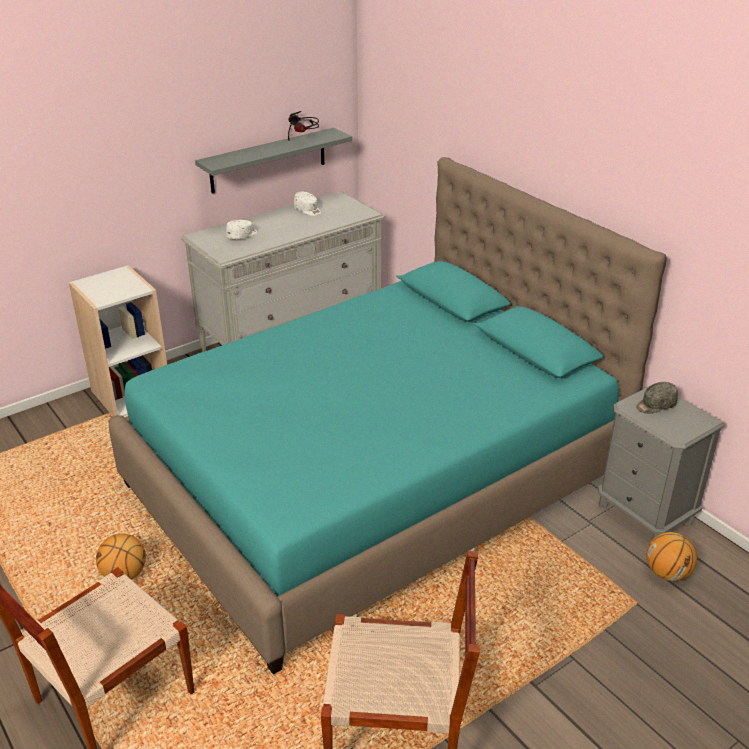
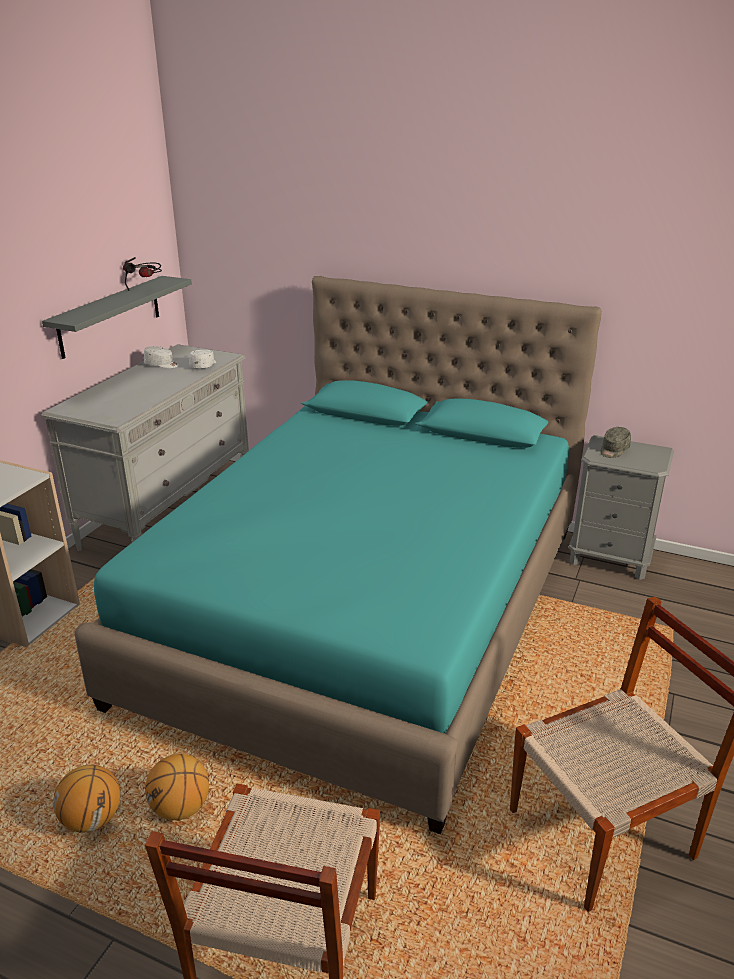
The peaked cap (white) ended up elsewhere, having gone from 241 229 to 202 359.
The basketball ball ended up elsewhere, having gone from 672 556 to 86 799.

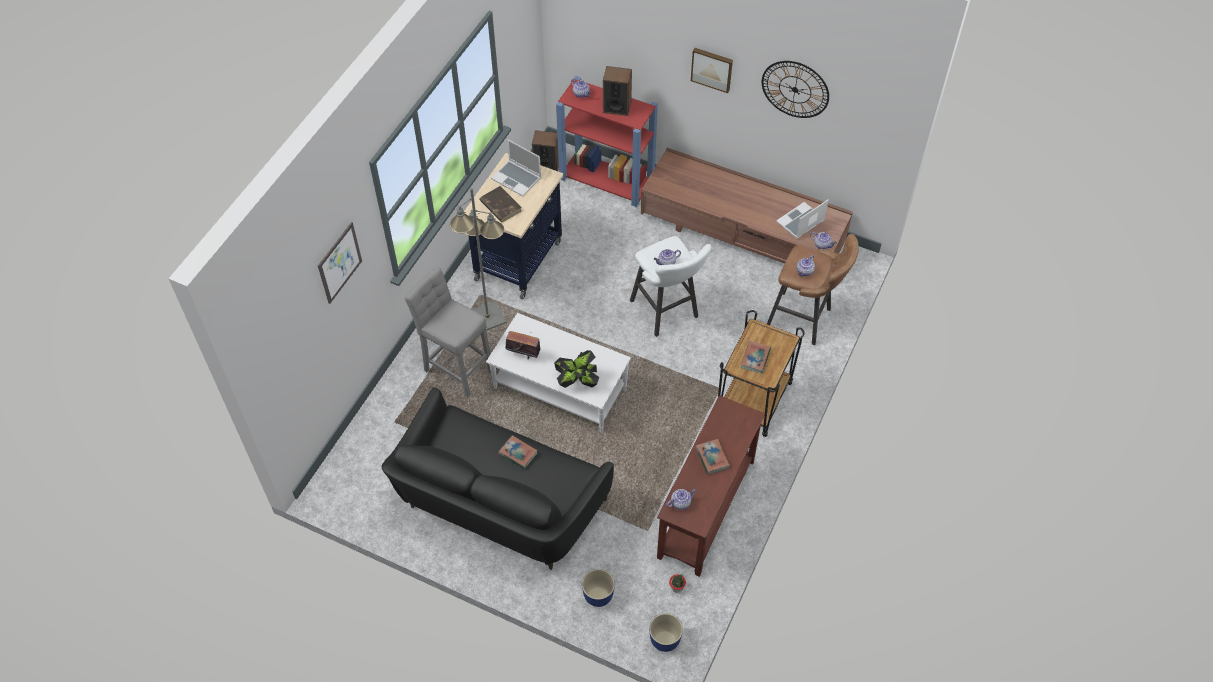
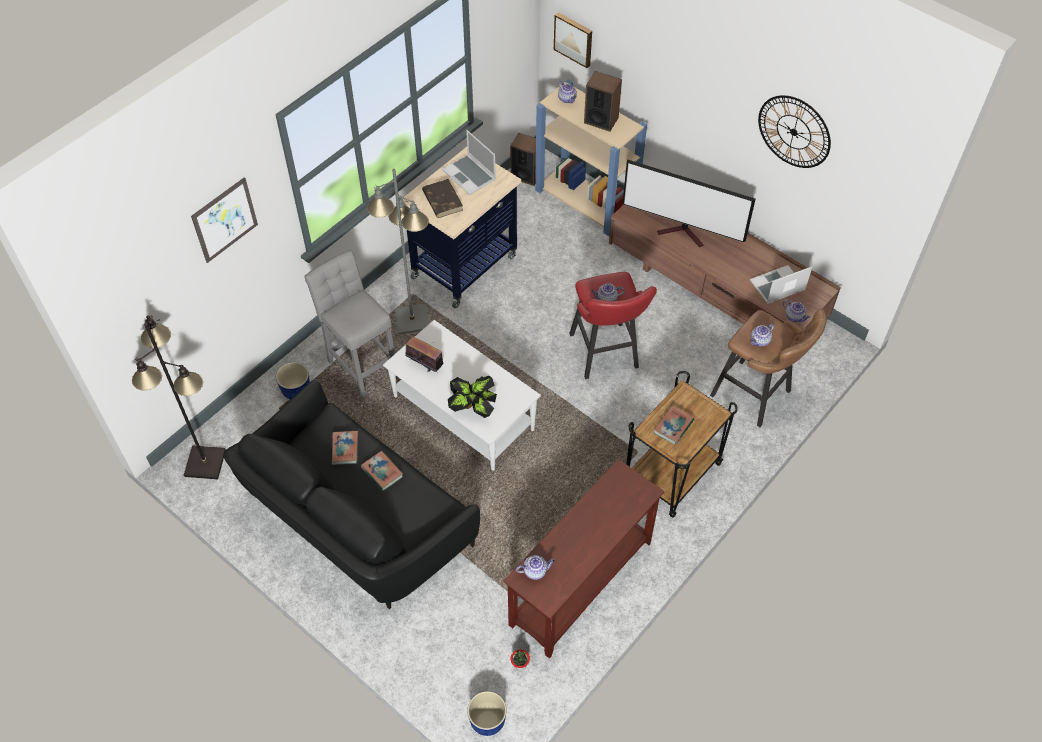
The wall art ended up elsewhere, having gone from 712 70 to 573 40.
What was the bookcase (red-coloured) at 607 141 turned into the bookcase (beige-coloured) at 591 157.
What was the sitting stool (white) at 671 286 turned into the sitting stool (red-coloured) at 613 325.
The bound book ended up elsewhere, having gone from 713 456 to 344 448.
The plant pot ended up elsewhere, having gone from 598 588 to 293 381.
The second view gained the television at 689 203.
The second view gained the floor lamp (black-coloured) at 179 397.

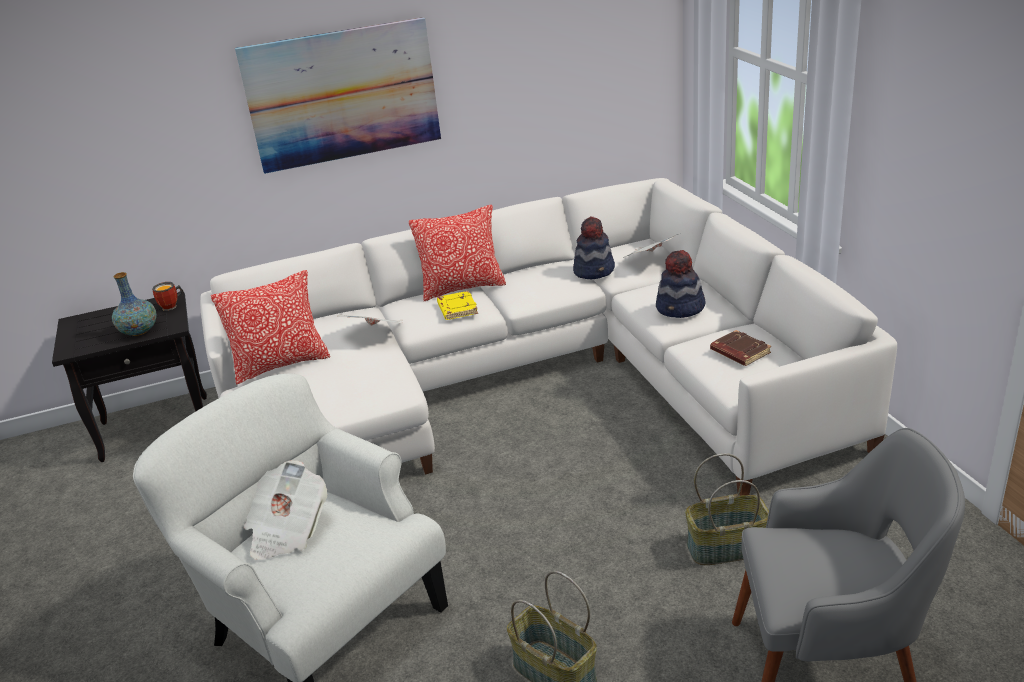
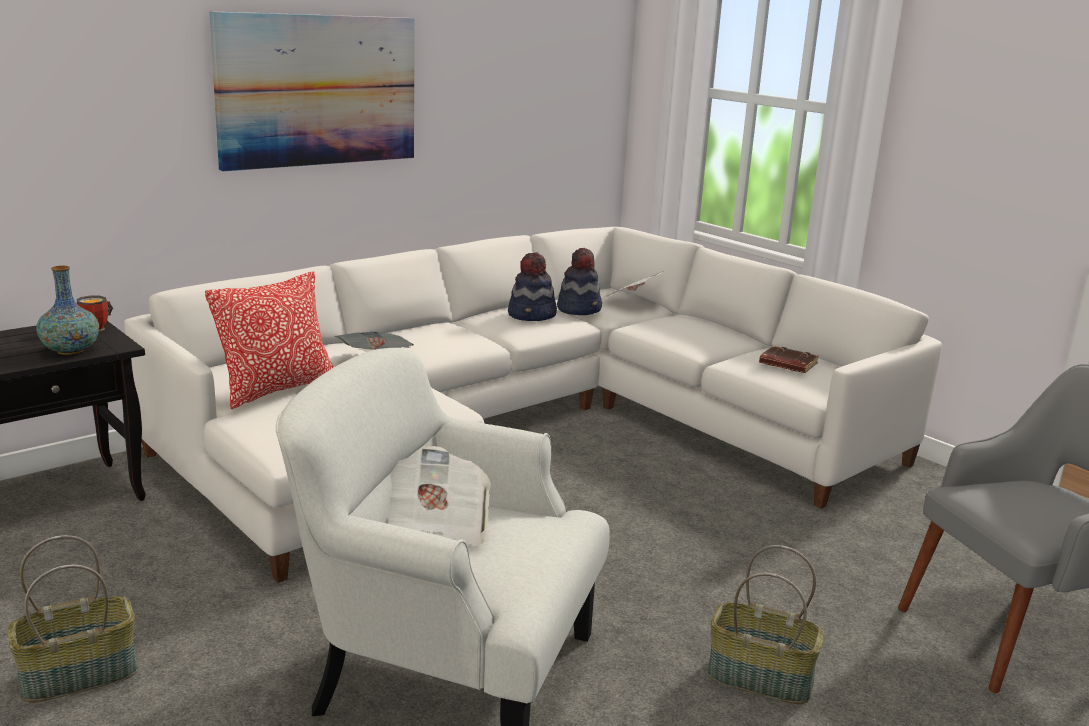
The second view lost the throw pillow at 457 253.
The clothing hat ended up elsewhere, having gone from 681 284 to 532 286.
The second view lost the bound book (yellow) at 457 305.
The household basket ended up elsewhere, having gone from 727 509 to 72 619.

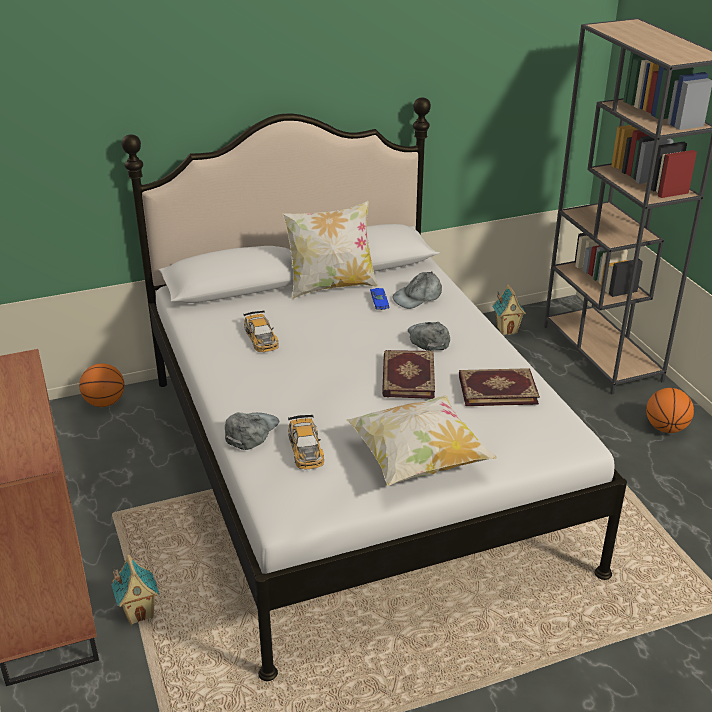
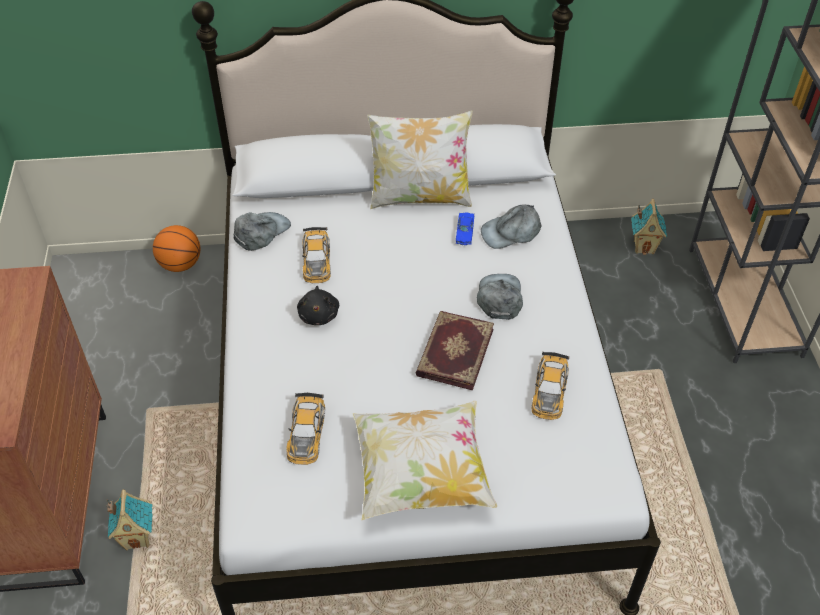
Where the bound book stood at 499 387, the model car came to stand at 550 386.
The second view lost the basketball ball at 670 410.
The peaked cap (greyish) ended up elsewhere, having gone from 252 431 to 262 231.
The second view gained the plush toy (black-coloured) at 318 305.

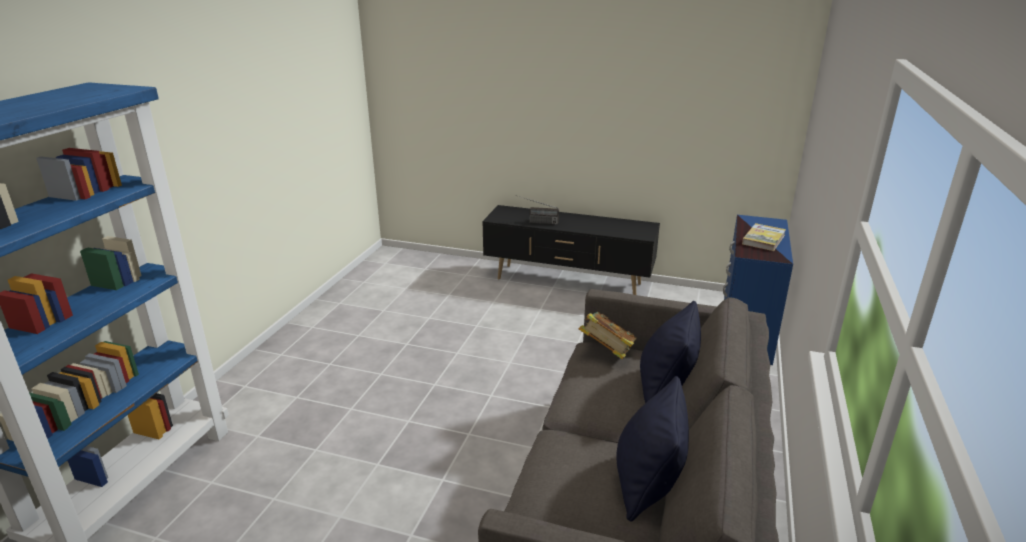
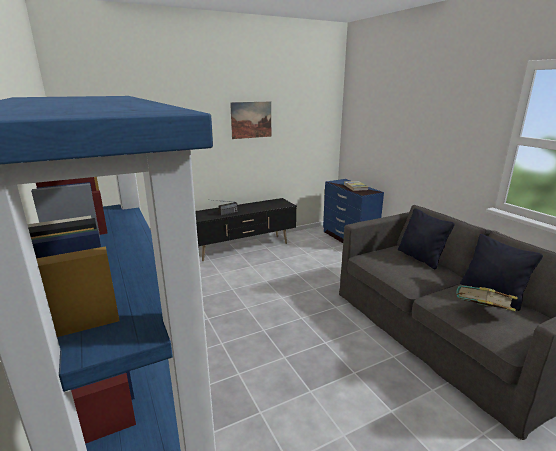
The bound book ended up elsewhere, having gone from 608 336 to 487 298.
The second view gained the wall art at 250 120.

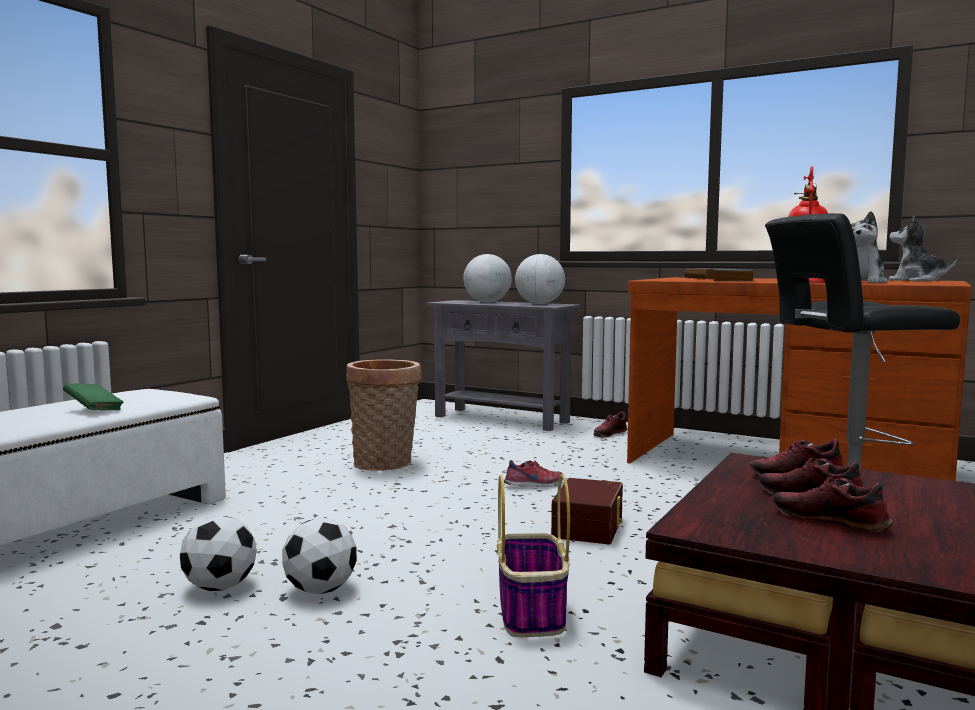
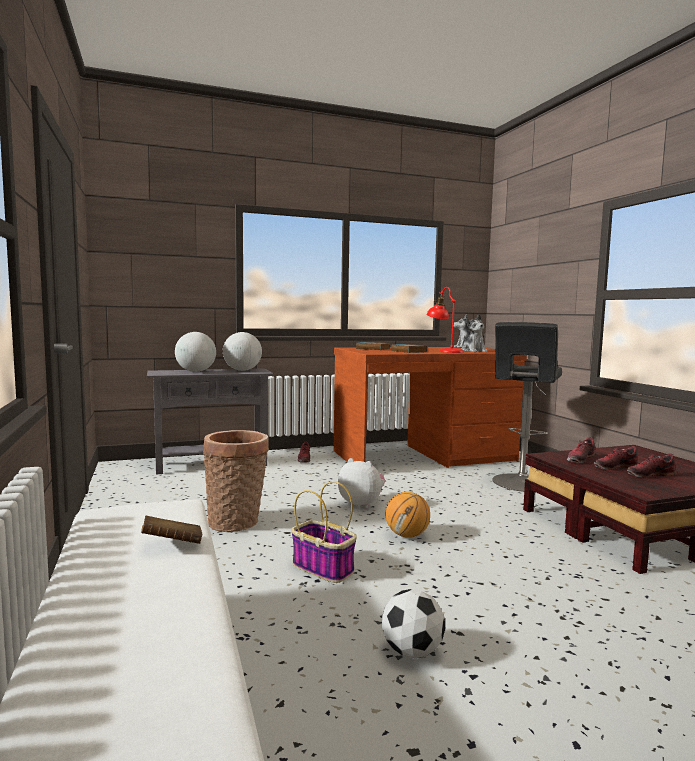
What was the bound book (greenish) at 93 396 turned into the bound book (brownish) at 172 530.
Where the item of footwear stood at 533 473, the plush toy came to stand at 361 483.
The household basket ended up elsewhere, having gone from 533 555 to 324 532.
The second view lost the storage box (brownish) at 587 511.
The second view lost the ball for football at 319 556.
The second view gained the basketball ball at 407 515.

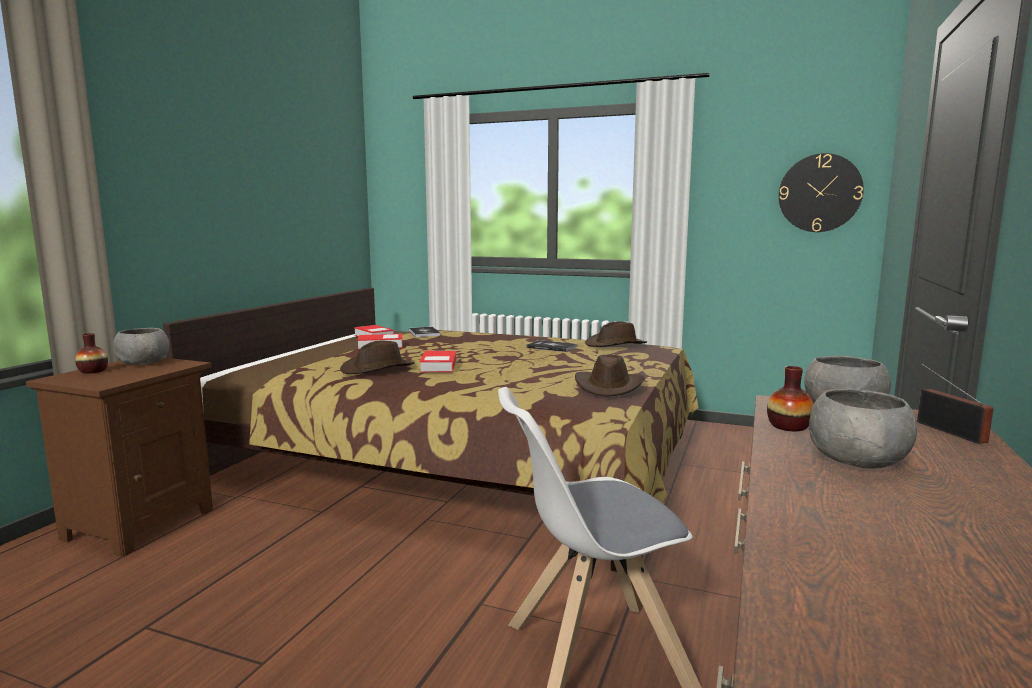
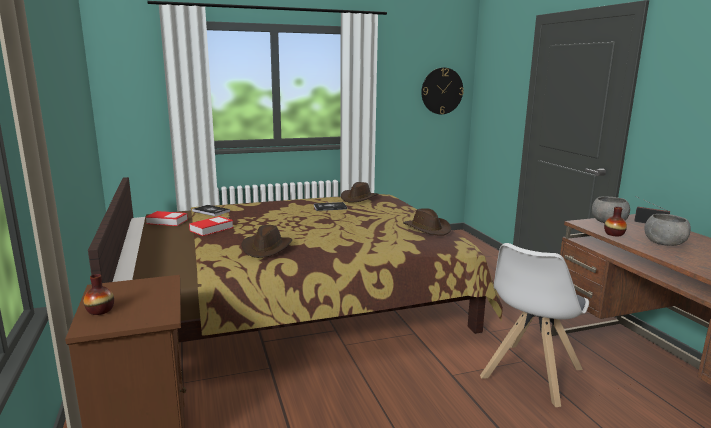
The second view lost the deep dish (greyish) at 141 346.
The second view lost the bound book at 438 362.

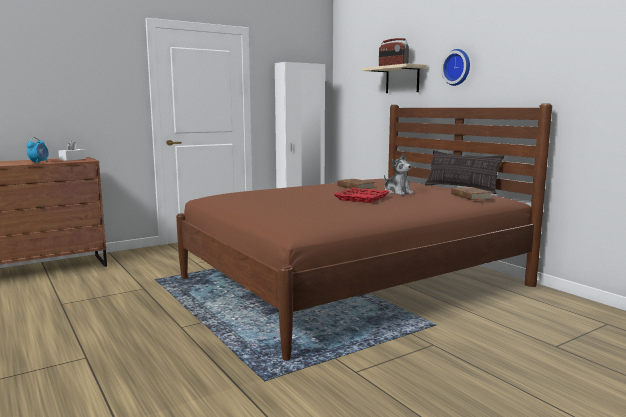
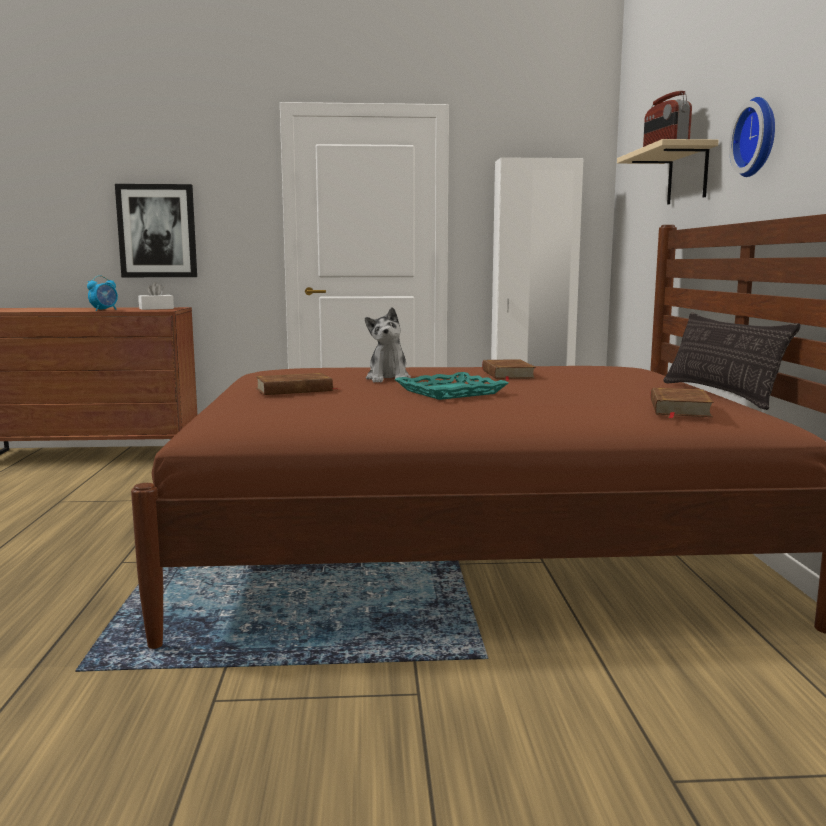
The plush toy ended up elsewhere, having gone from 399 174 to 388 345.
What was the tray (red-coloured) at 361 195 turned into the tray (blue-green) at 451 386.
The second view gained the wall art at 156 230.
The second view gained the bound book (brownish) at 295 384.

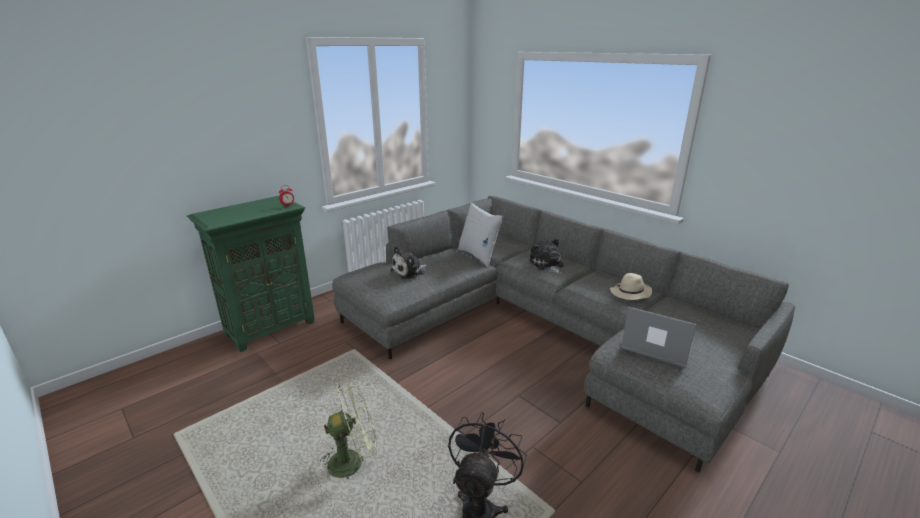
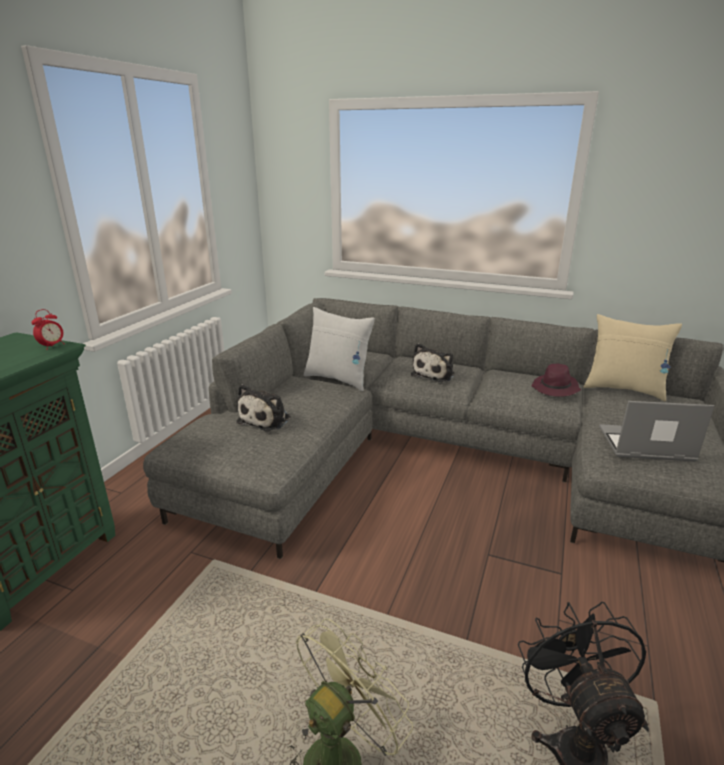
The plush toy at 546 256 ended up facing another way, 105 degrees counterclockwise from before.
What was the clothing hat (beige-coloured) at 631 286 turned into the clothing hat (purple-coloured) at 556 380.
The second view gained the throw pillow (beige-coloured) at 633 357.

